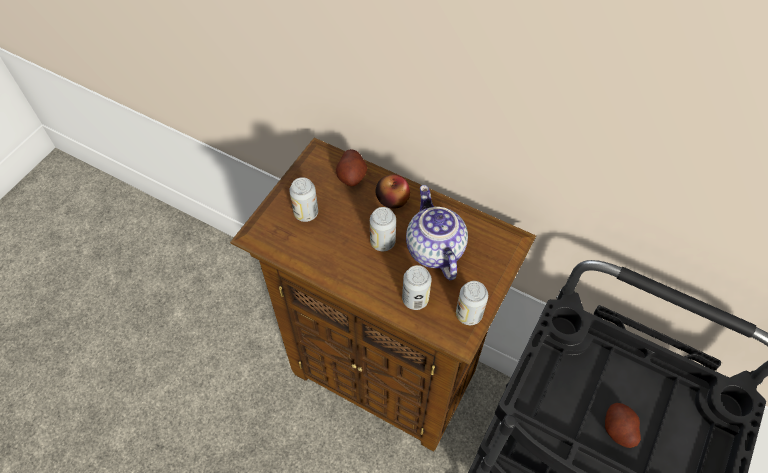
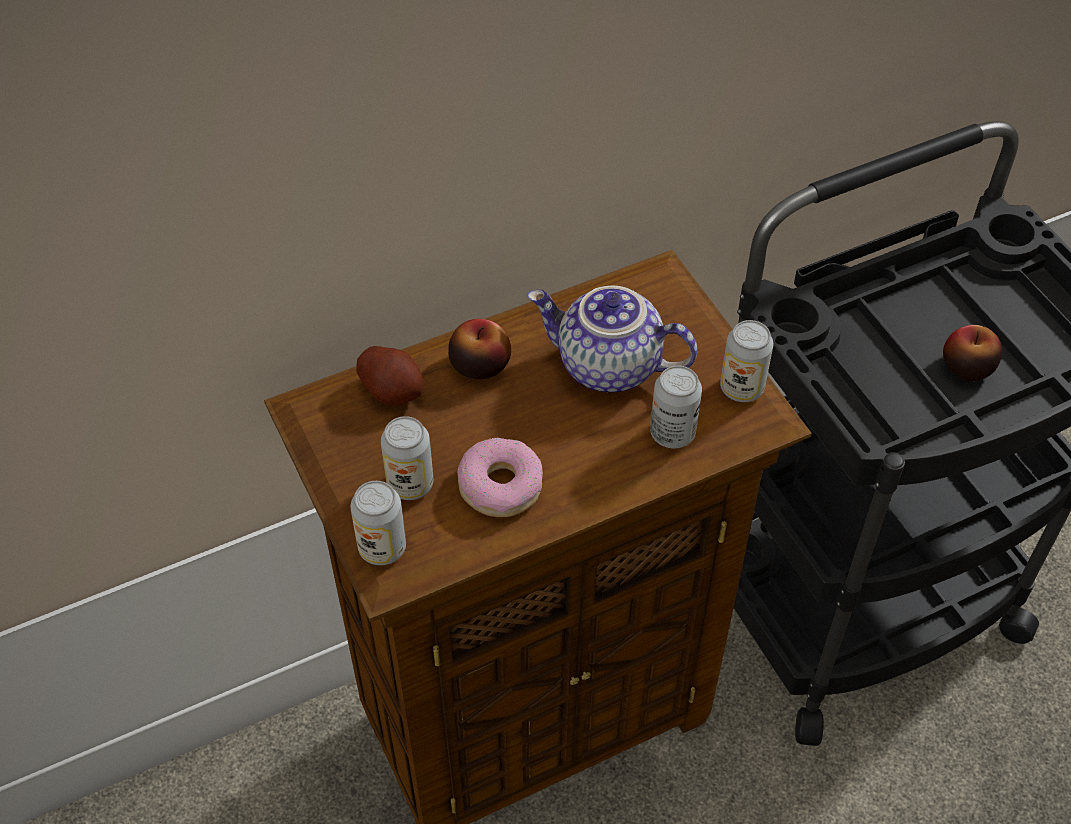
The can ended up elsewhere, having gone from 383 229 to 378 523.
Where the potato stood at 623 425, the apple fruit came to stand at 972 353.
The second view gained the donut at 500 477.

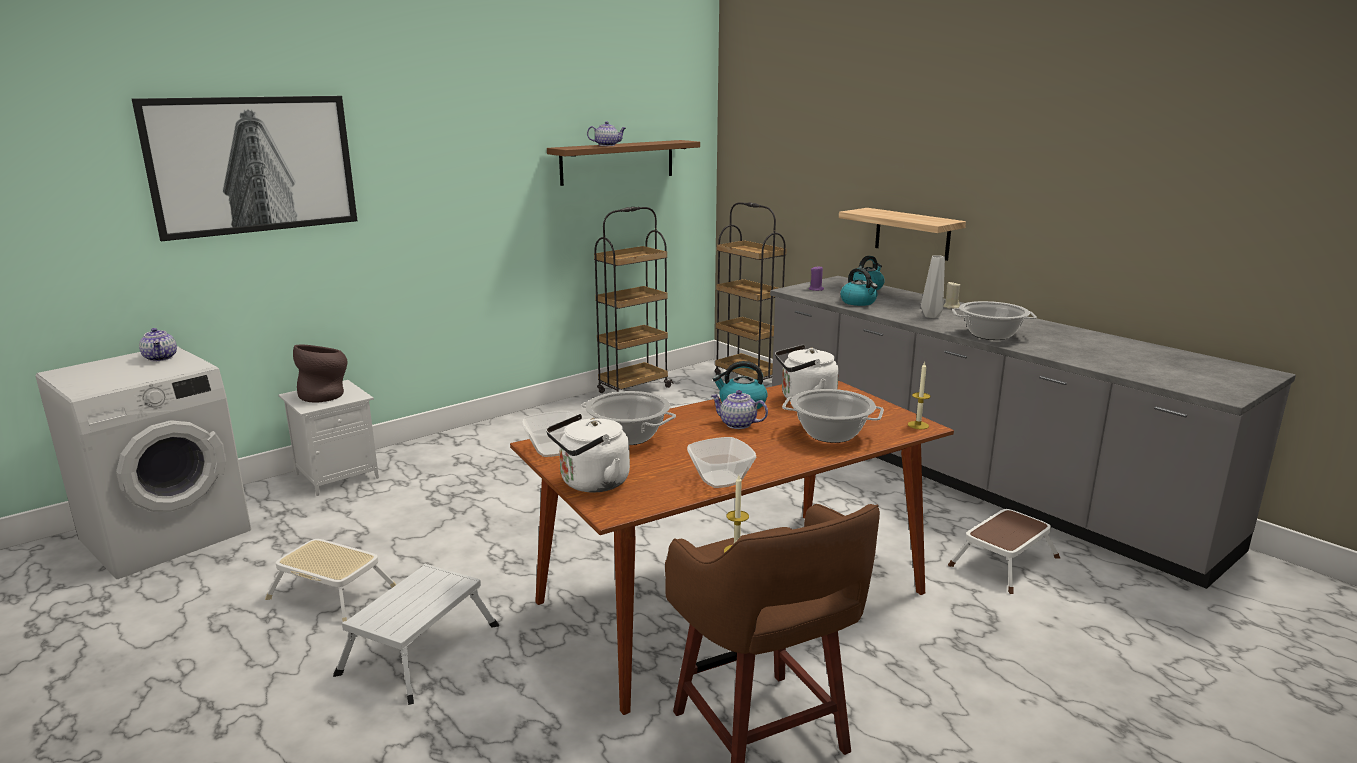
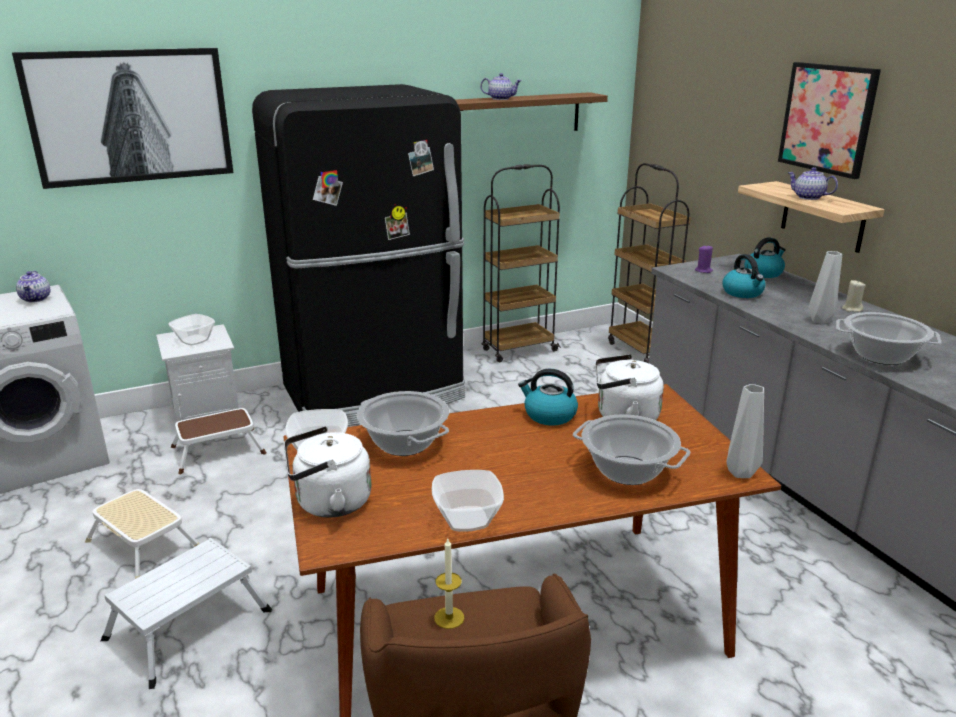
Where the flower vase (brownish) stood at 320 373, the deep dish came to stand at 191 329.
Where the wax light stood at 919 395, the flower vase (greyish) came to stand at 745 431.
The teapot ended up elsewhere, having gone from 739 409 to 813 183.
The step stool (brownish) ended up elsewhere, having gone from 1004 551 to 218 441.
The second view gained the wall art at 829 120.
The second view gained the refrigerator (black-coloured) at 358 255.

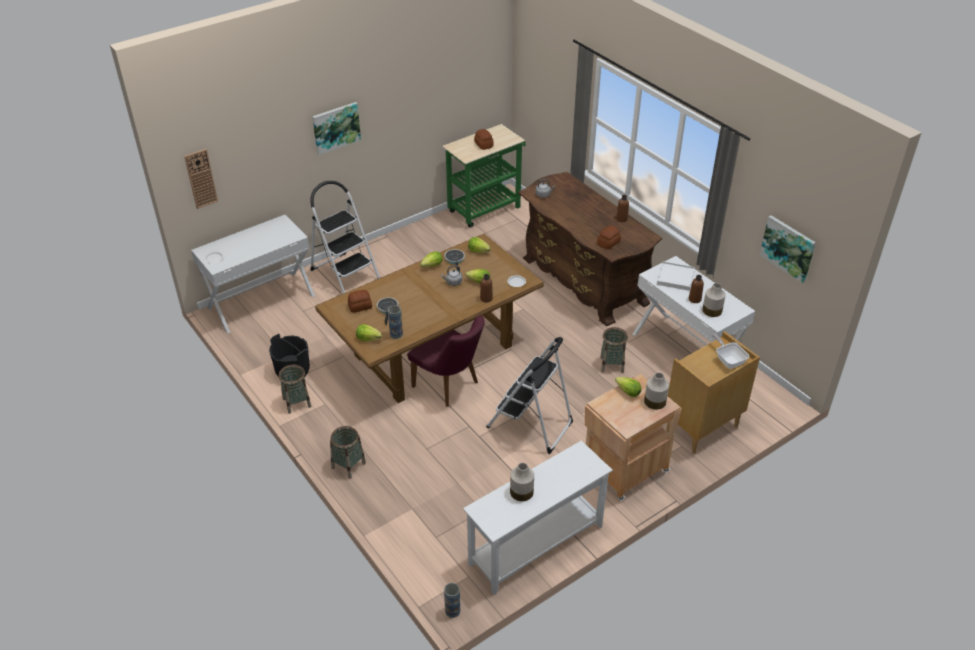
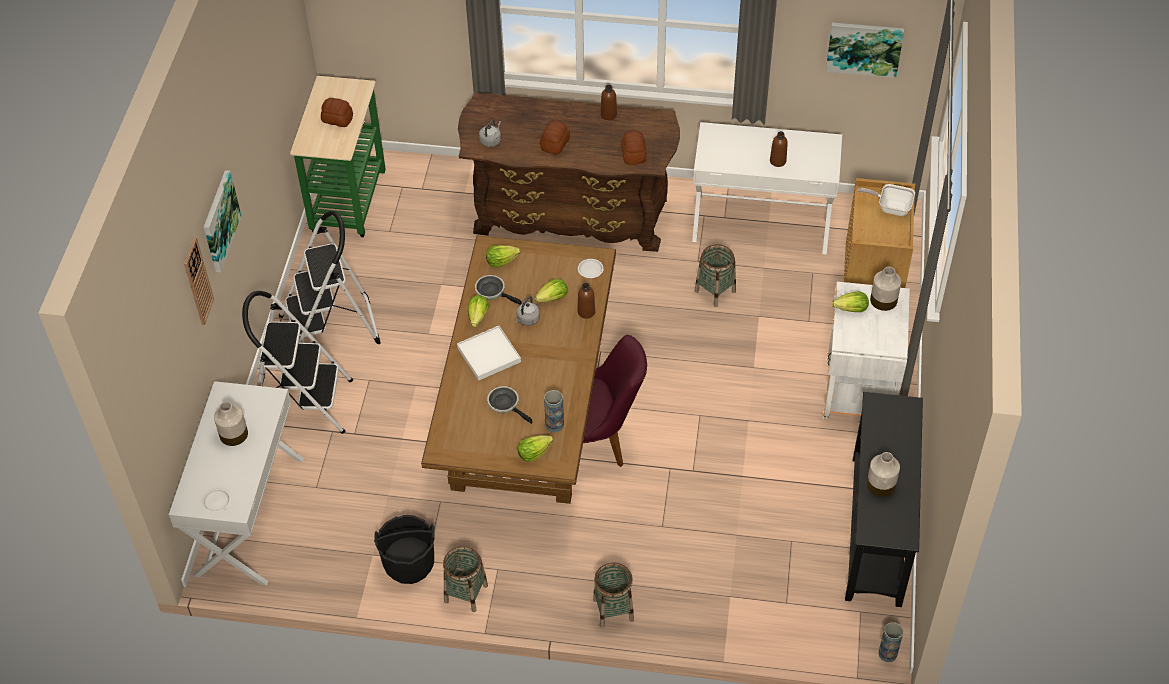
The clock on the wall ended up elsewhere, having gone from 201 179 to 199 281.
The tray (white) ended up elsewhere, having gone from 676 276 to 489 353.
The flower vase (beige-coloured) ended up elsewhere, having gone from 714 300 to 231 424.
The bakery bread ended up elsewhere, having gone from 360 301 to 555 138.
The step stool ended up elsewhere, having gone from 529 395 to 330 277.
What was the wheeled cart (brownish) at 633 438 turned into the wheeled cart (white) at 866 350.
What was the narrow table (white) at 538 517 turned into the narrow table (black-coloured) at 884 499.

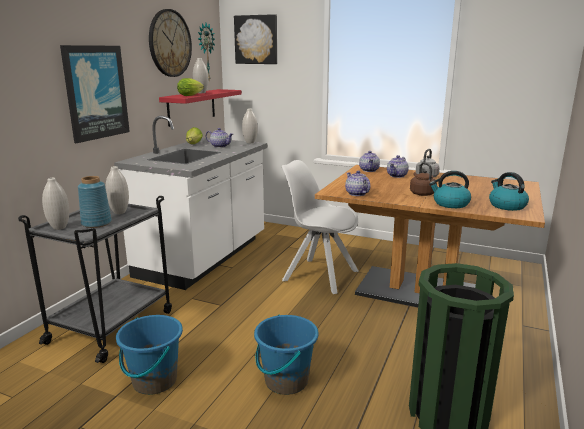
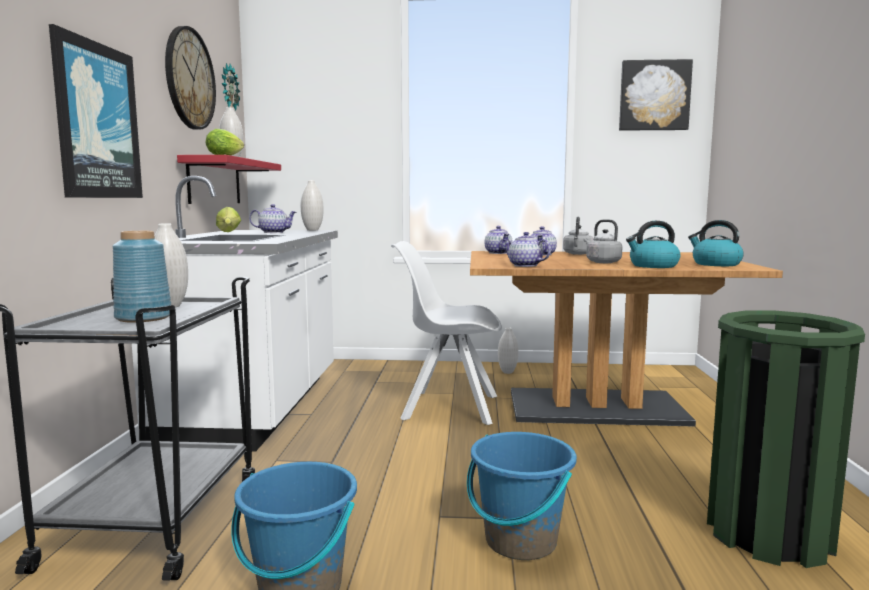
The wall art ended up elsewhere, having gone from 255 39 to 656 95.
What was the tea kettle (brownish) at 423 179 turned into the tea kettle (greyish) at 603 241.
The flower vase (white) ended up elsewhere, having gone from 55 204 to 508 350.

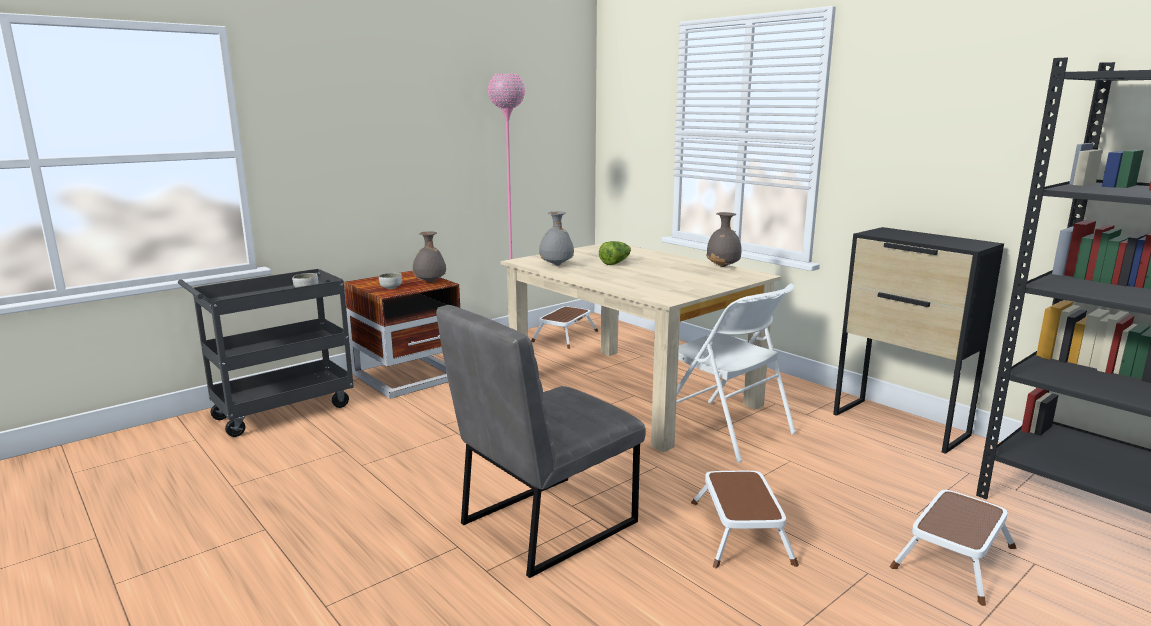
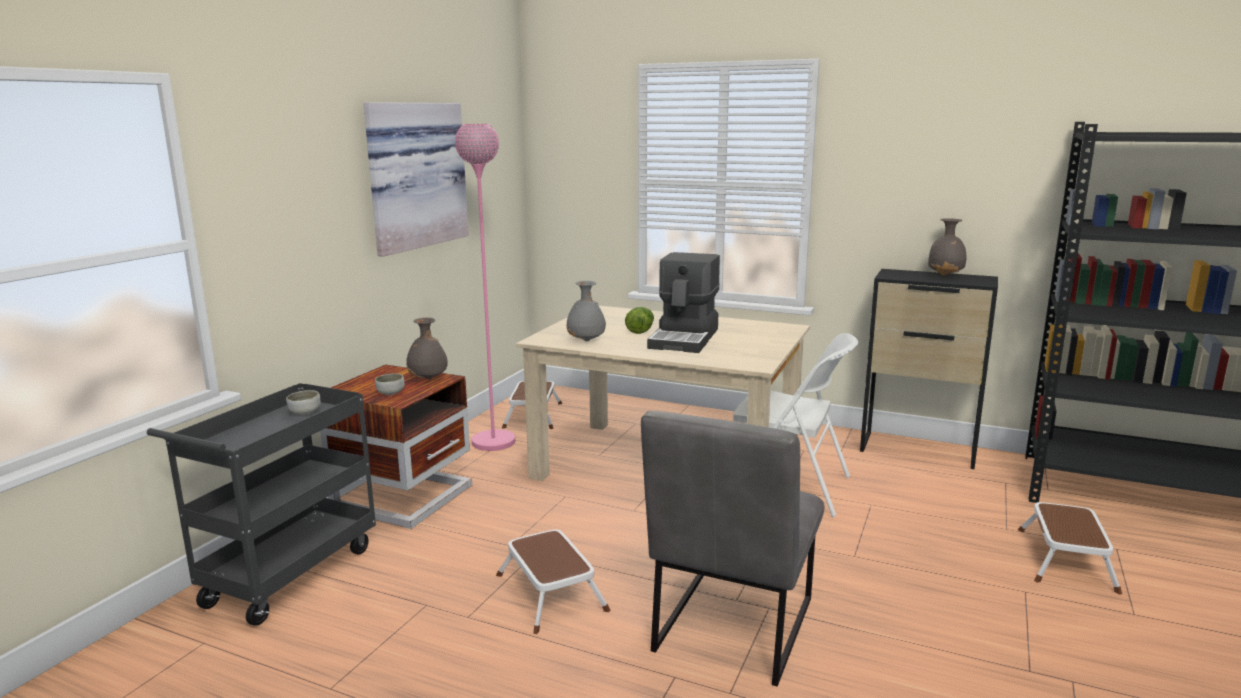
The flower vase (greyish) ended up elsewhere, having gone from 724 239 to 947 247.
The step stool (brownish) ended up elsewhere, having gone from 745 519 to 553 581.
The second view gained the wall art at 416 179.
The second view gained the coffee maker at 683 302.

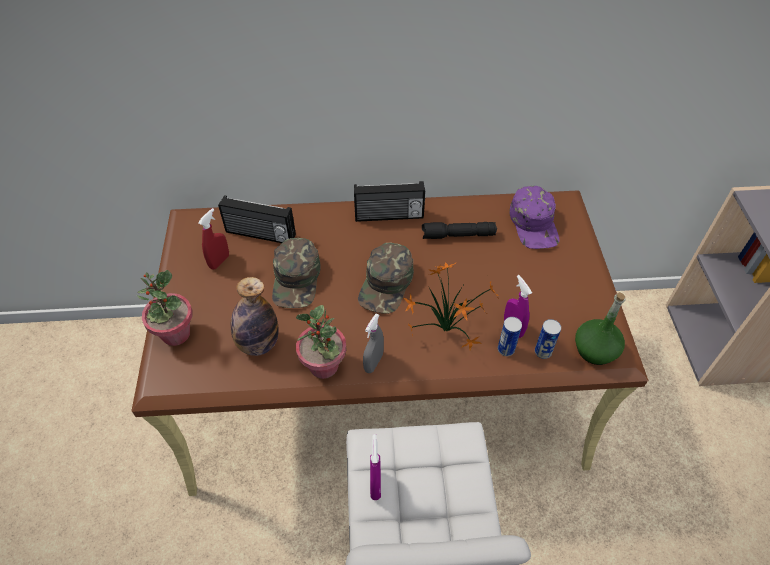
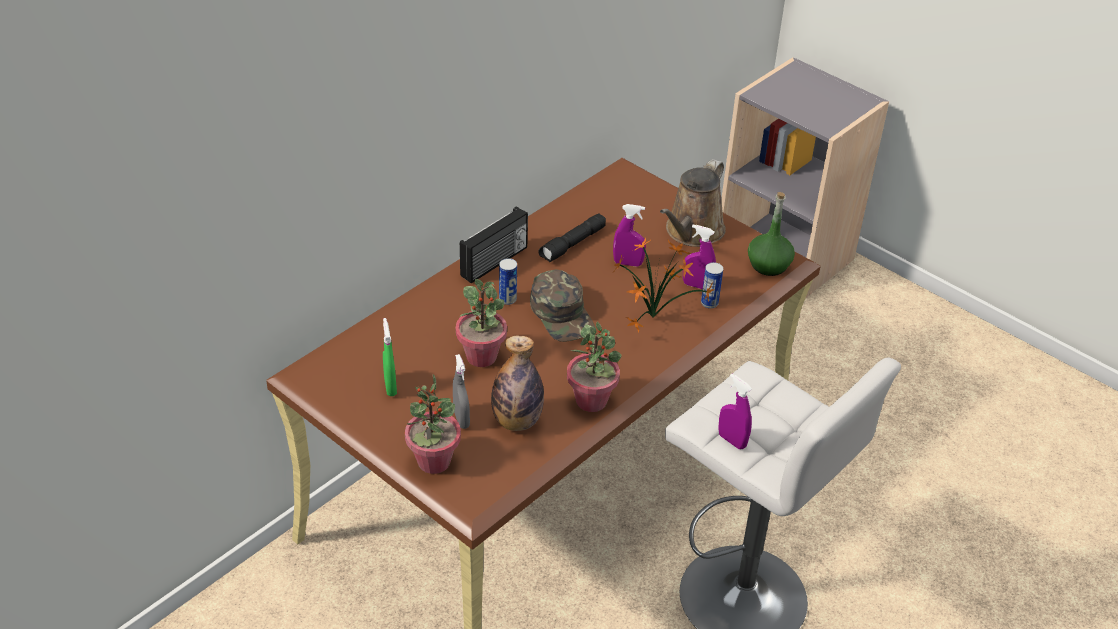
The second view lost the peaked cap (purple-coloured) at 534 217.
The second view lost the radio receiver at 257 219.
What was the hand sprayer (red-coloured) at 213 239 turned into the hand sprayer (greenish) at 390 357.
Where the peaked cap (greenish) stood at 296 273, the potted plant came to stand at 481 323.
The hand sprayer (greyish) ended up elsewhere, having gone from 373 343 to 461 391.
The can ended up elsewhere, having gone from 548 339 to 508 281.
The second view gained the sprinkling can (brownish) at 693 203.
The second view gained the hand sprayer (purple-coloured) at 629 235.

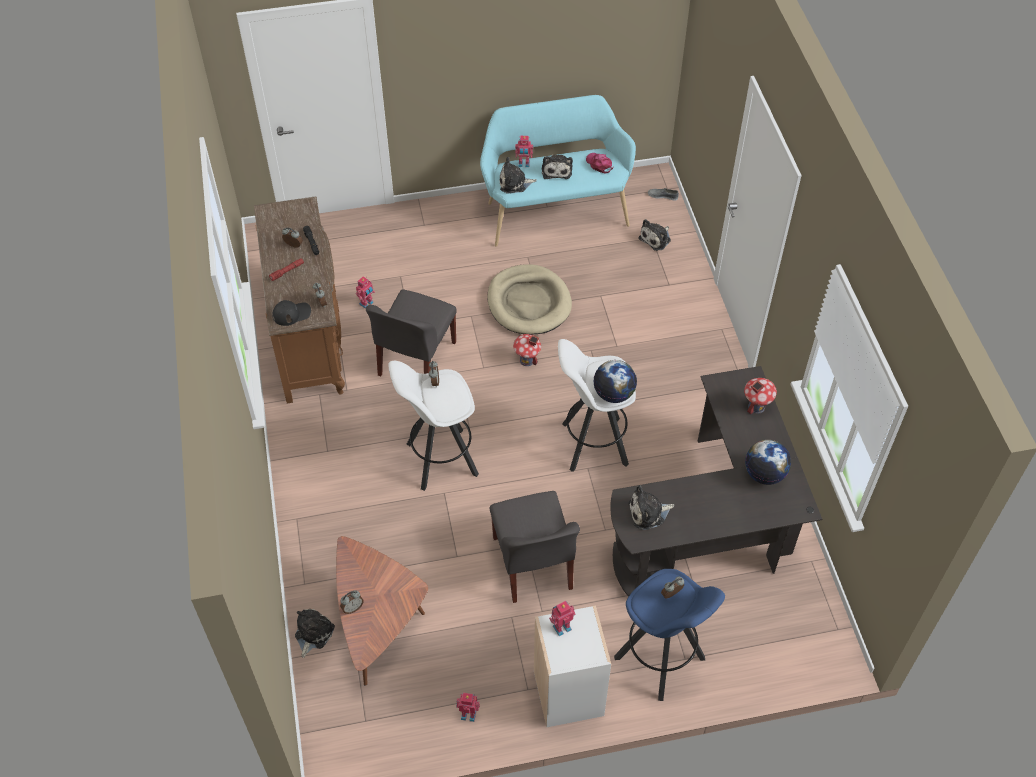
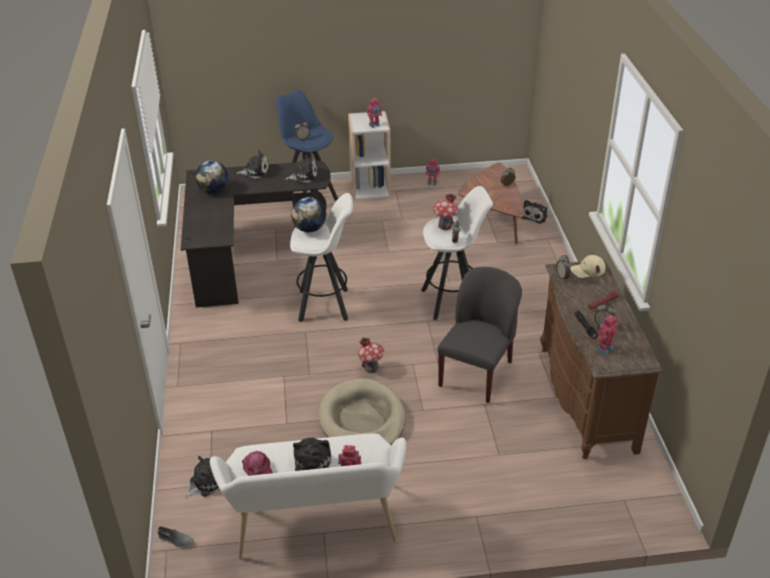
What was the long seat (blue-green) at 558 171 turned into the long seat (white) at 308 496.
The plush toy ended up elsewhere, having gone from 518 175 to 252 164.
The robot figure ended up elsewhere, having gone from 365 292 to 607 334.
What was the peaked cap (black-coloured) at 292 313 turned into the peaked cap (beige-coloured) at 587 266.
The model house ended up elsewhere, having gone from 760 396 to 446 211.
The second view lost the upright chair (greyish) at 535 547.

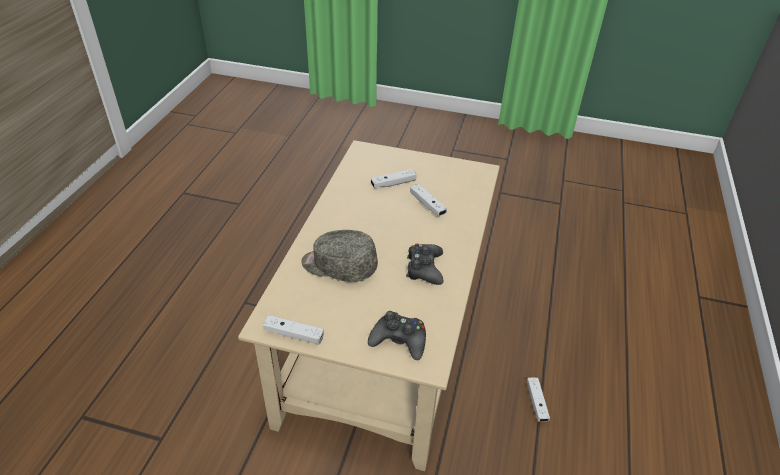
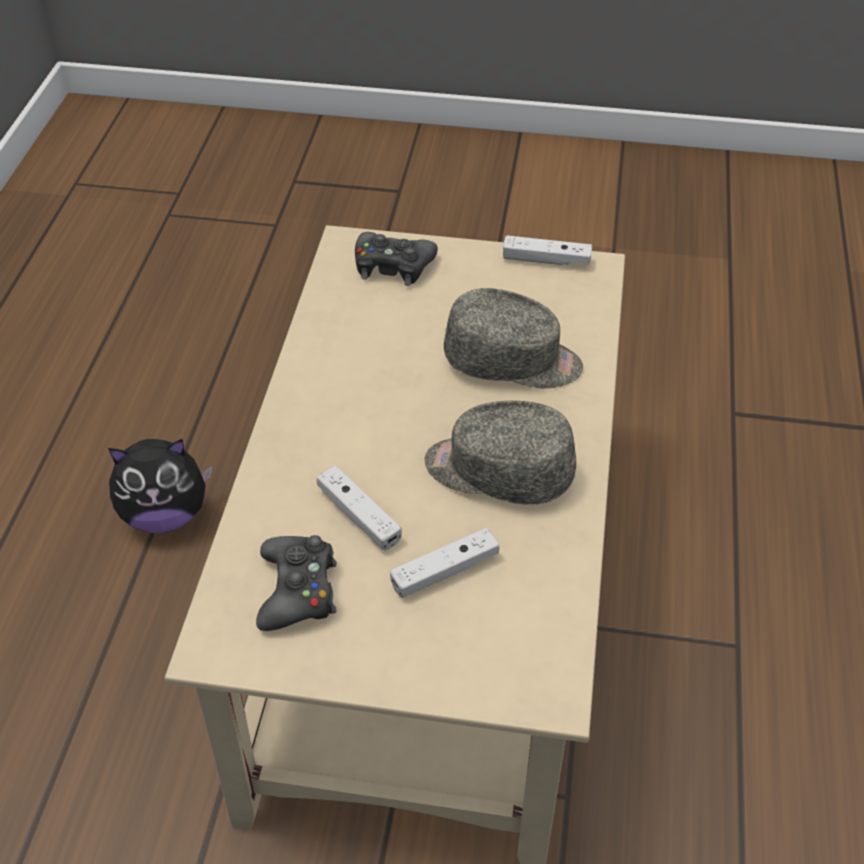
The game controller (black-coloured) ended up elsewhere, having gone from 424 264 to 296 583.
Where the game controller (white) stood at 538 399, the plush toy came to stand at 160 486.
The second view gained the peaked cap (greyish) at 500 453.

